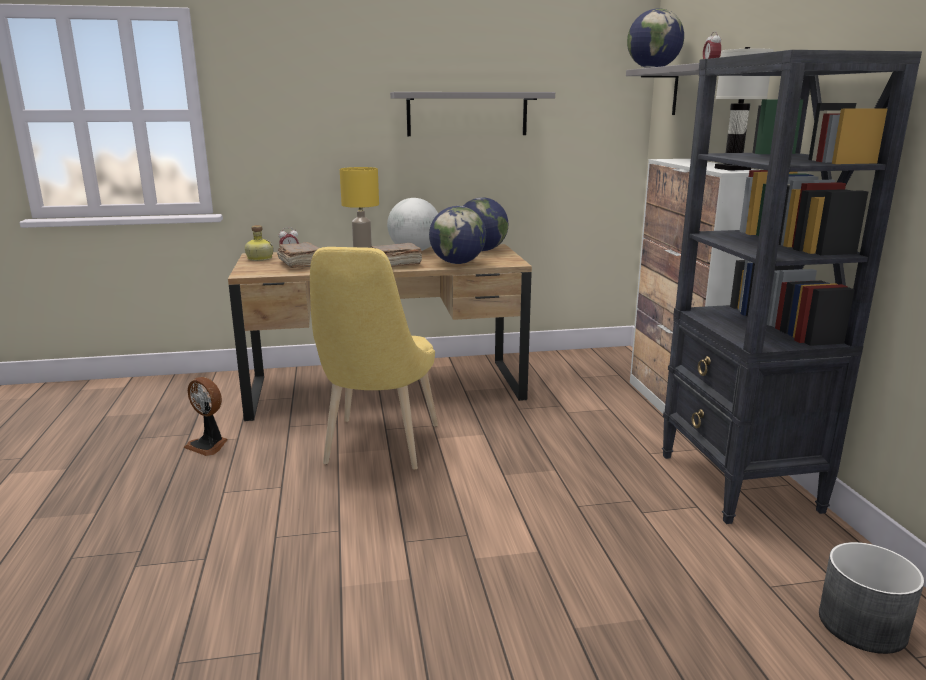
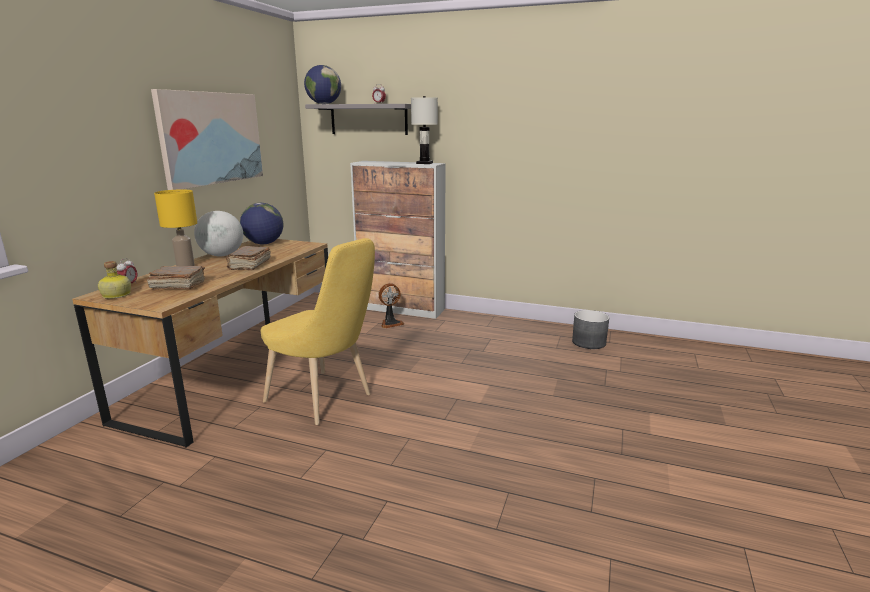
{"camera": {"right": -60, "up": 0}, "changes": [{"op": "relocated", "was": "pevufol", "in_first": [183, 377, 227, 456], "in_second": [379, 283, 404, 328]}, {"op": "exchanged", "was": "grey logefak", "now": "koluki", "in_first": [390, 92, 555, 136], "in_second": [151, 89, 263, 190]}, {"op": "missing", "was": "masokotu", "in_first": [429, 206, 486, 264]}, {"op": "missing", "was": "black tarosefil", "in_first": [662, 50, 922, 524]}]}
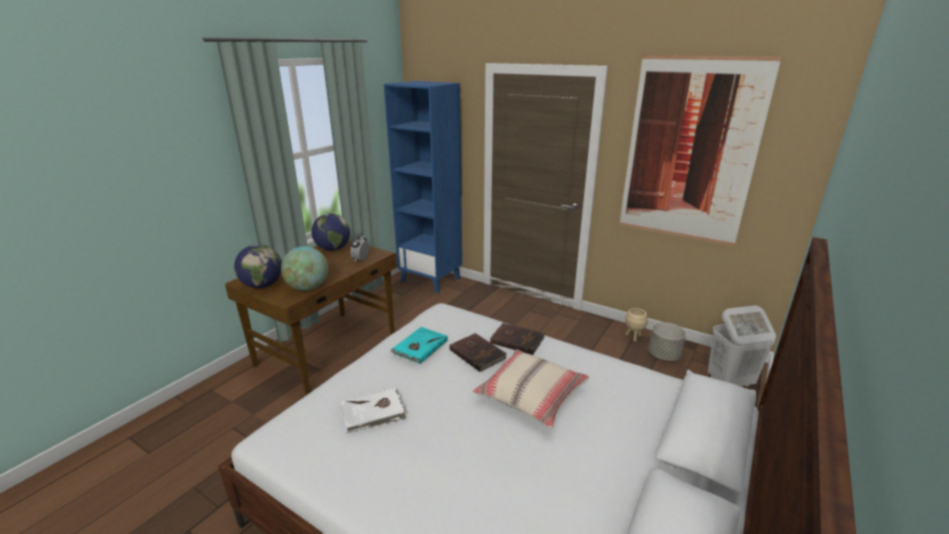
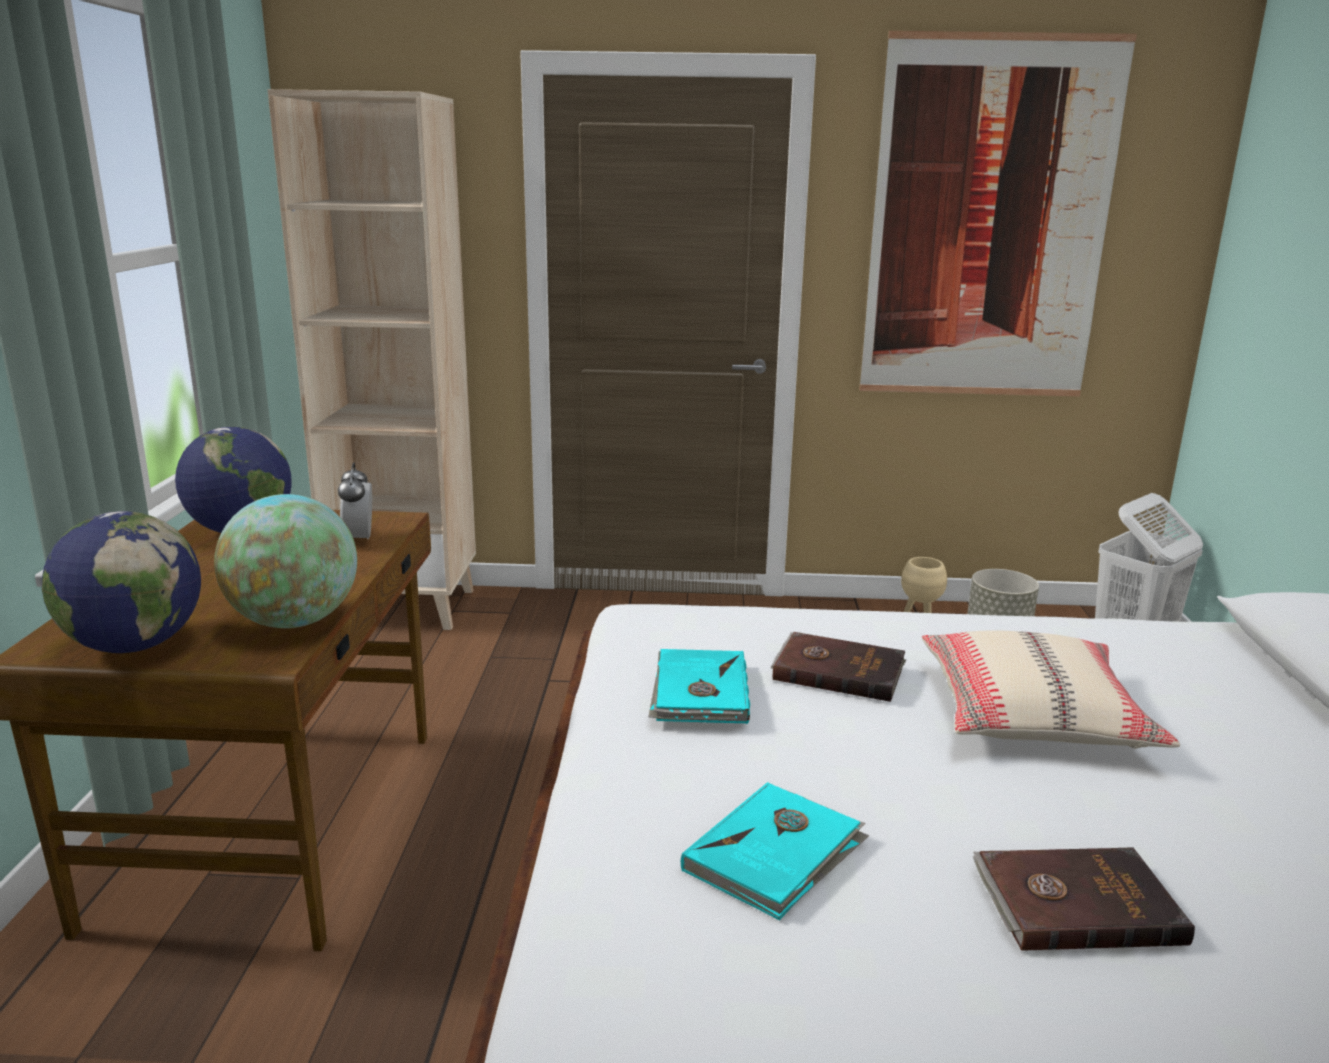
{"camera": {"right": -30, "up": -5}, "changes": [{"op": "colour", "was": "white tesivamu", "now": "turquoise tesivamu", "in_first": [341, 387, 406, 433], "in_second": [681, 782, 869, 920]}, {"op": "colour", "was": "blue tarosefil", "now": "beige tarosefil", "in_first": [384, 81, 462, 293], "in_second": [268, 89, 476, 630]}, {"op": "relocated", "was": "brown tesivamu", "in_first": [490, 323, 545, 355], "in_second": [973, 847, 1195, 951]}]}
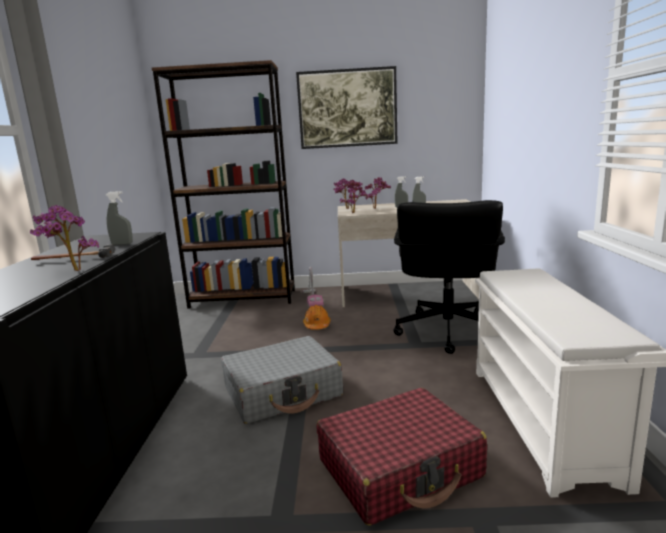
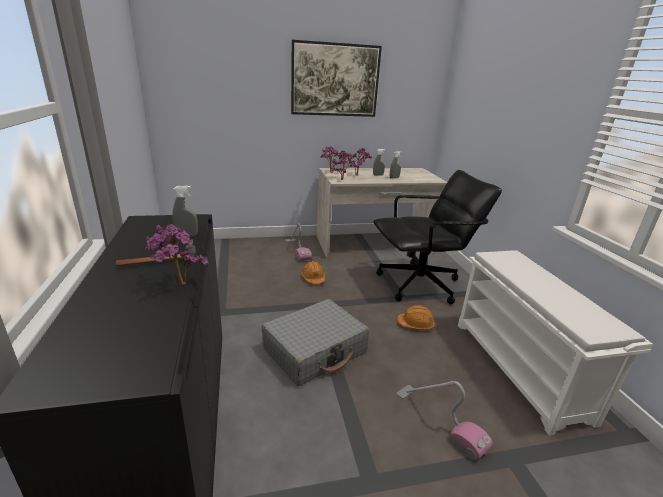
{"camera": {"right": -15, "up": 10}, "changes": [{"op": "missing", "was": "brown tarosefil", "in_first": [151, 60, 295, 309]}, {"op": "exchanged", "was": "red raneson", "now": "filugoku", "in_first": [317, 388, 487, 526], "in_second": [396, 381, 493, 460]}, {"op": "spun", "was": "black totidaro", "in_first": [393, 200, 505, 354], "in_second": [374, 170, 502, 304], "clockwise": -105}, {"op": "appeared", "now": "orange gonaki", "in_second": [397, 305, 435, 330]}]}
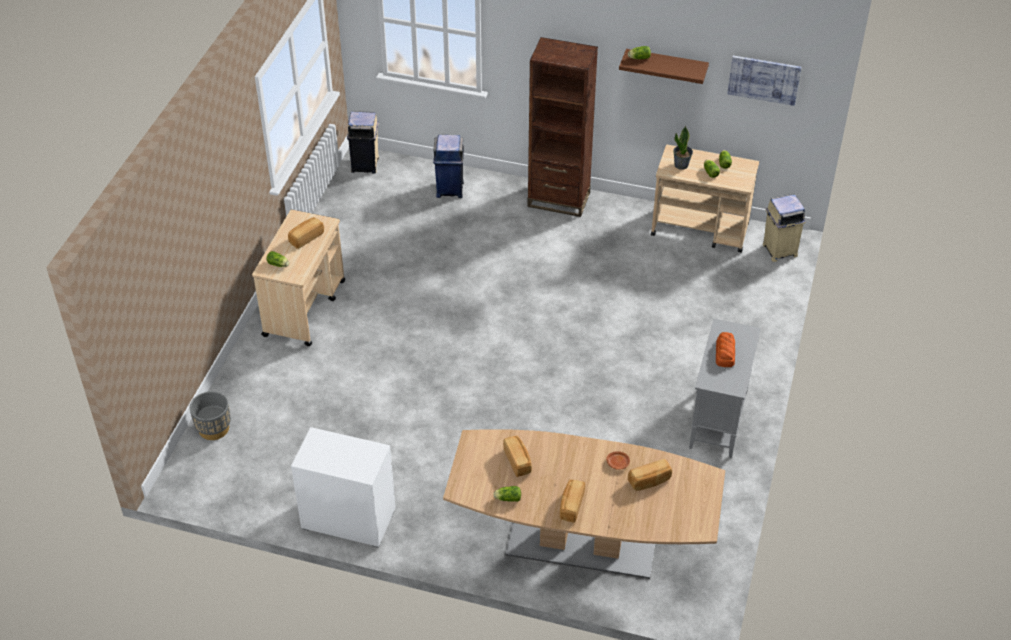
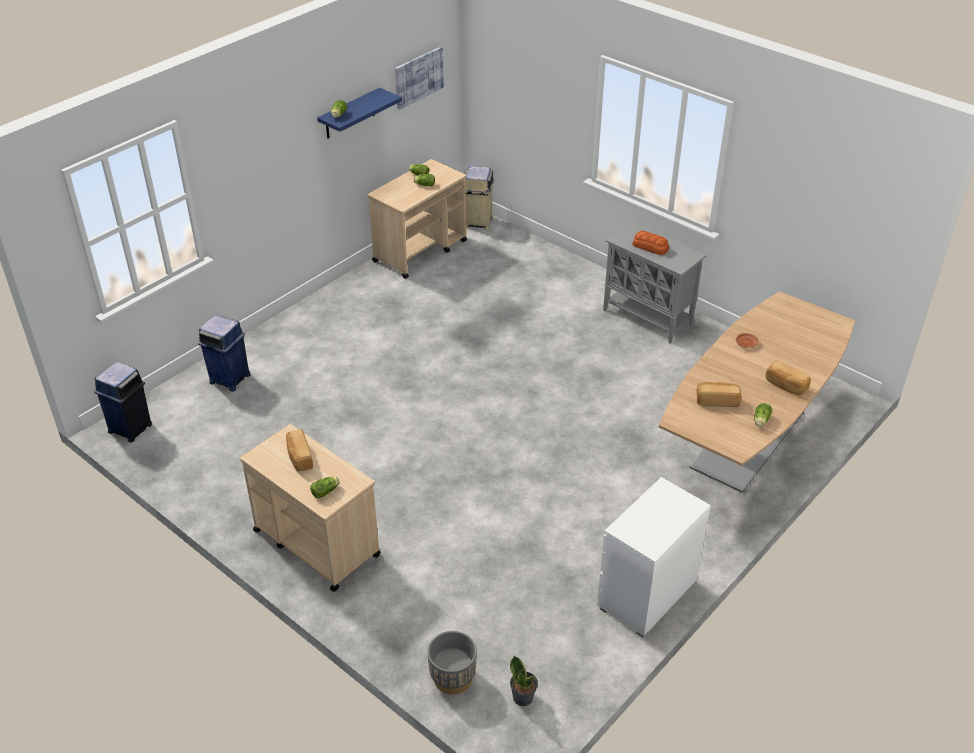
{"camera": {"right": -65, "up": -5}, "changes": [{"op": "colour", "was": "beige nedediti", "now": "blue nedediti", "in_first": [347, 111, 379, 174], "in_second": [94, 362, 152, 442]}, {"op": "missing", "was": "brown tarosefil", "in_first": [527, 37, 598, 217]}, {"op": "colour", "was": "brown logefak", "now": "blue logefak", "in_first": [619, 49, 709, 84], "in_second": [317, 88, 402, 139]}, {"op": "missing", "was": "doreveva", "in_first": [628, 459, 672, 491]}, {"op": "relocated", "was": "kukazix", "in_first": [673, 126, 693, 170], "in_second": [510, 656, 538, 706]}]}
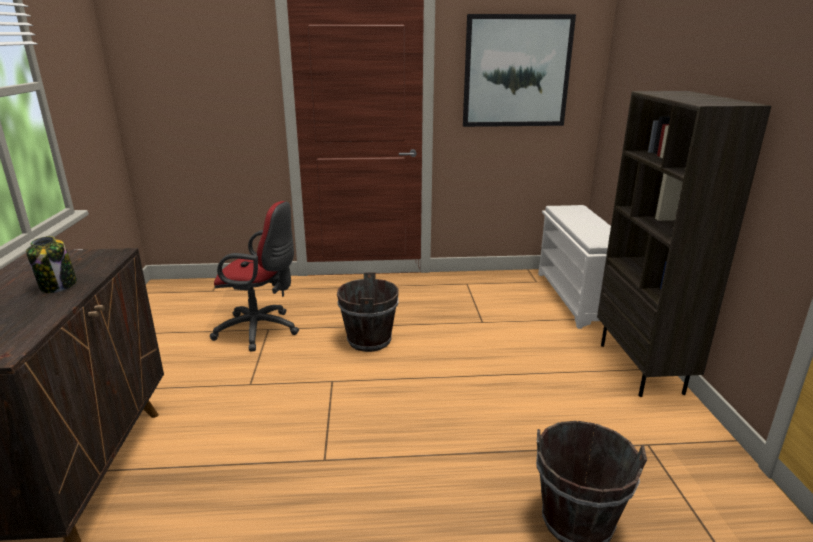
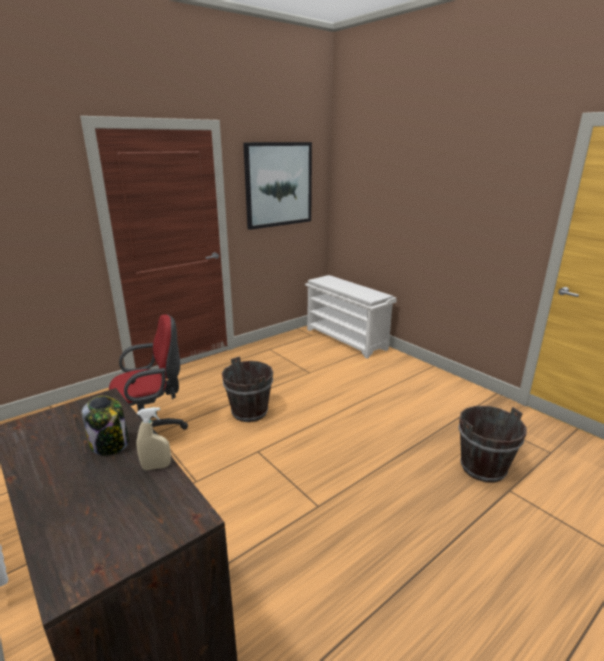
{"camera": {"right": -35, "up": 0}, "changes": [{"op": "missing", "was": "brown tarosefil", "in_first": [597, 91, 771, 397]}, {"op": "appeared", "now": "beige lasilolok", "in_second": [137, 407, 171, 470]}]}
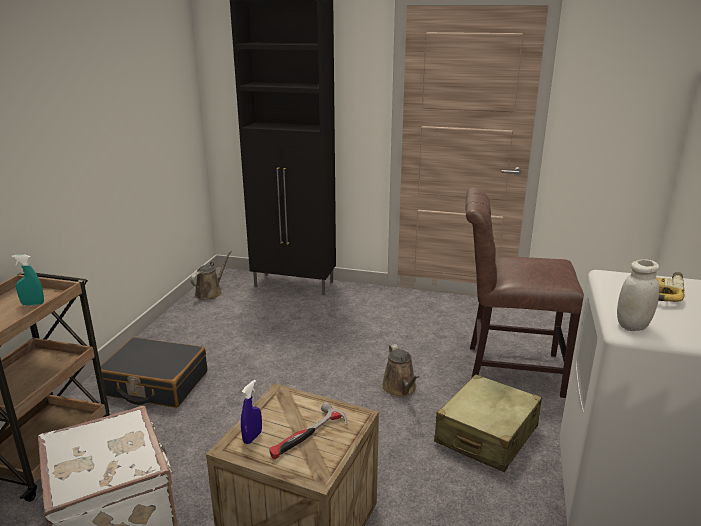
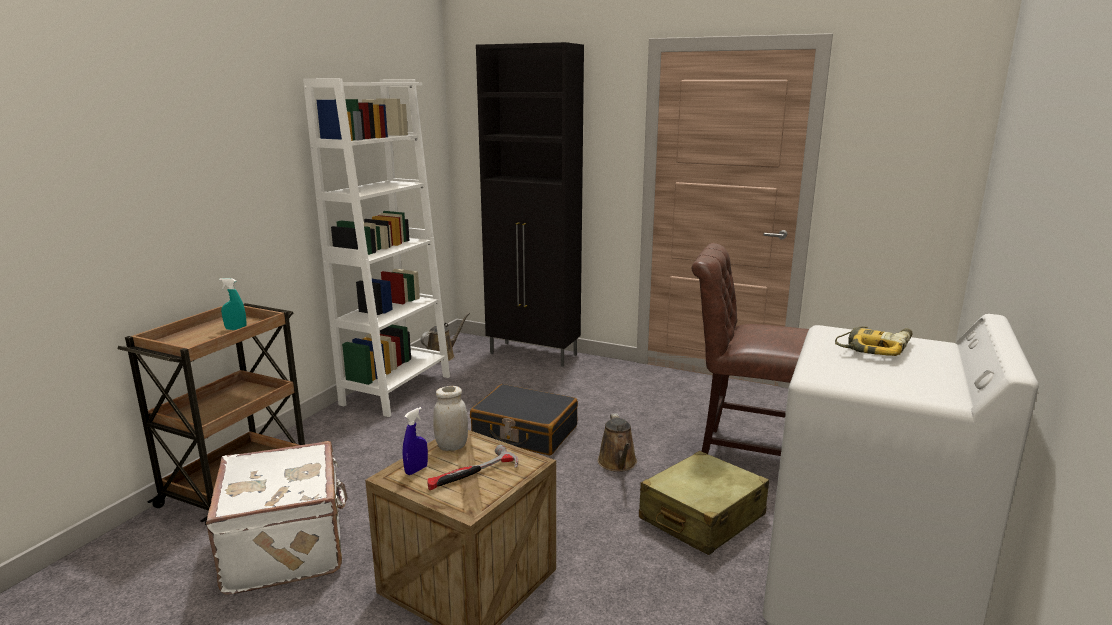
{"camera": {"right": 10, "up": -5}, "changes": [{"op": "relocated", "was": "black raneson", "in_first": [100, 337, 207, 408], "in_second": [470, 384, 578, 455]}, {"op": "relocated", "was": "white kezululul", "in_first": [617, 259, 660, 331], "in_second": [433, 386, 468, 451]}, {"op": "appeared", "now": "white tarosefil", "in_second": [303, 78, 450, 417]}]}
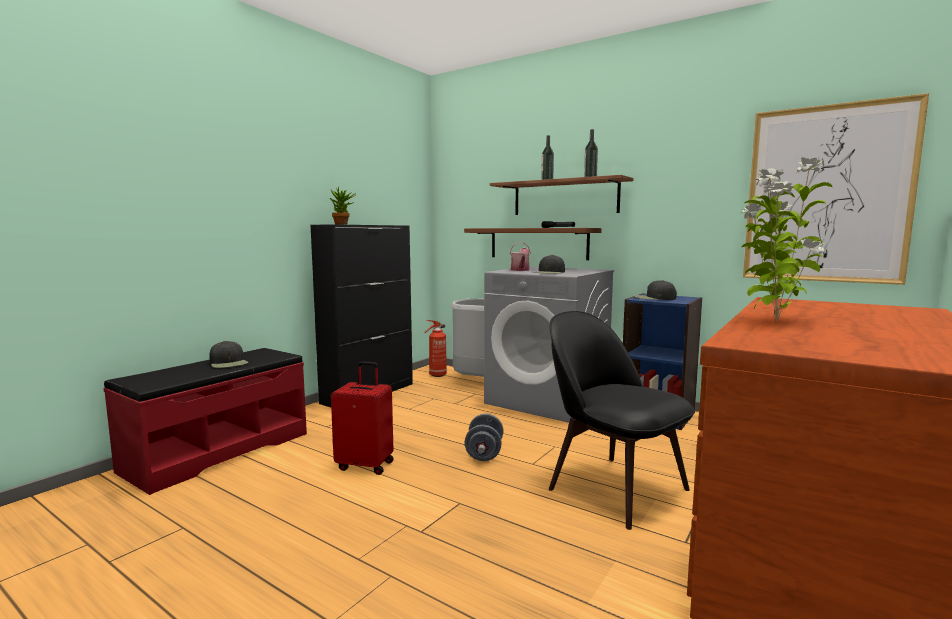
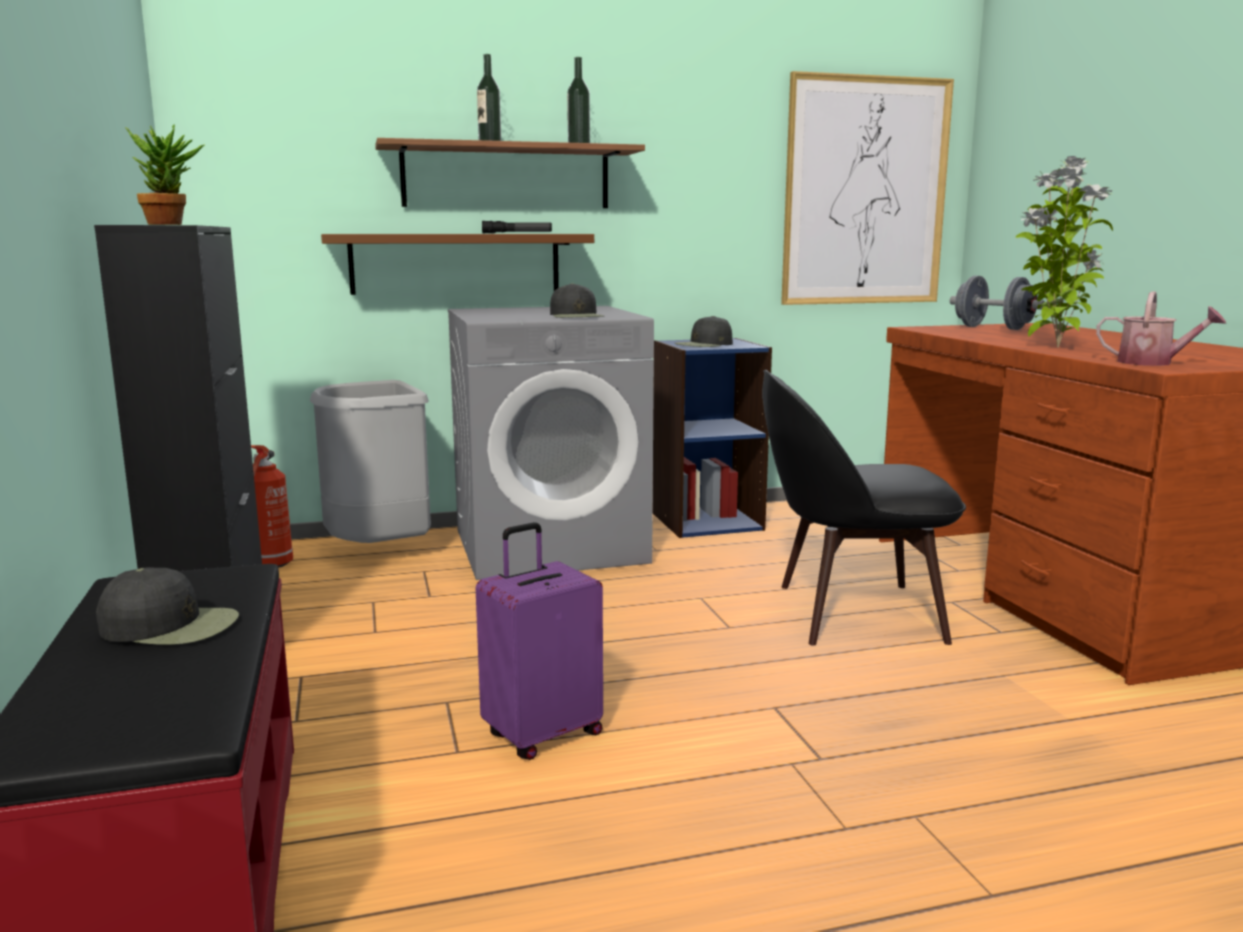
{"camera": {"right": -50, "up": 5}, "changes": [{"op": "colour", "was": "red raneson", "now": "purple raneson", "in_first": [331, 361, 394, 475], "in_second": [476, 522, 603, 760]}, {"op": "relocated", "was": "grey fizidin", "in_first": [465, 413, 503, 461], "in_second": [950, 276, 1045, 330]}, {"op": "relocated", "was": "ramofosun", "in_first": [510, 242, 531, 271], "in_second": [1096, 292, 1226, 366]}]}
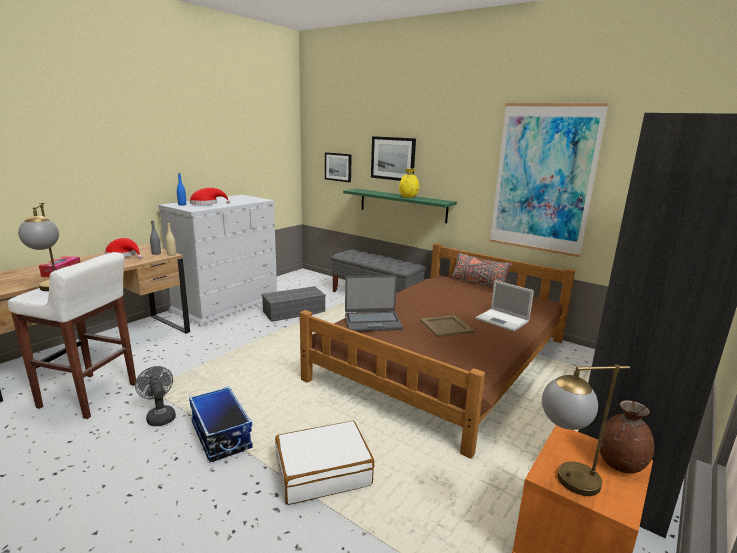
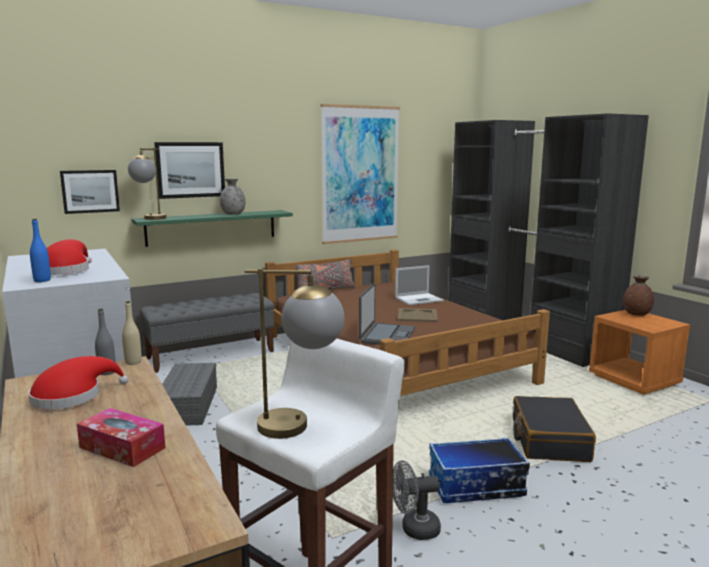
{"camera": {"right": -65, "up": -5}, "changes": [{"op": "colour", "was": "white raneson", "now": "black raneson", "in_first": [275, 420, 374, 505], "in_second": [513, 396, 596, 462]}, {"op": "colour", "was": "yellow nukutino", "now": "grey nukutino", "in_first": [399, 168, 419, 198], "in_second": [220, 179, 245, 215]}, {"op": "relocated", "was": "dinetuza", "in_first": [542, 364, 630, 496], "in_second": [128, 148, 166, 220]}]}
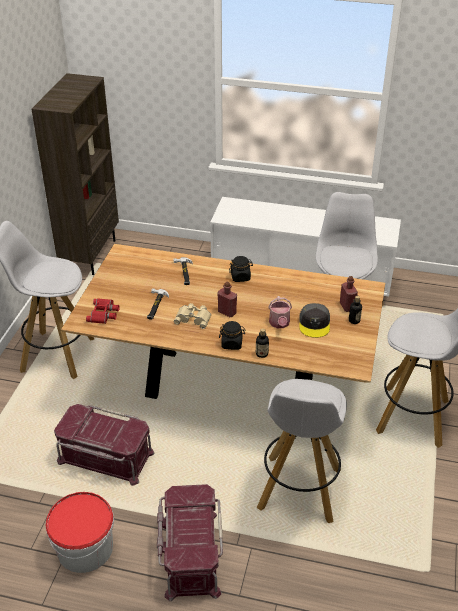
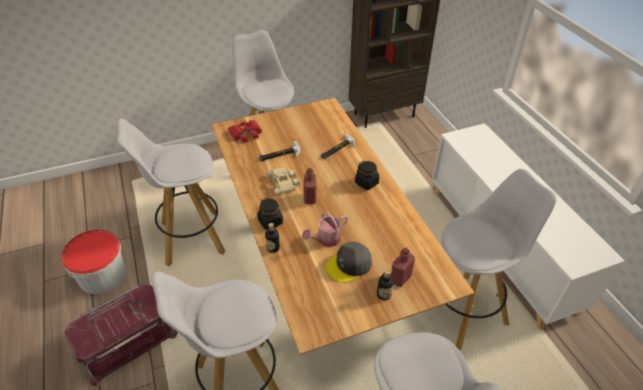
{"camera": {"right": 55, "up": 5}, "changes": [{"op": "exchanged", "was": "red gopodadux", "now": "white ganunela", "in_first": [54, 404, 154, 486], "in_second": [117, 119, 225, 267]}]}
